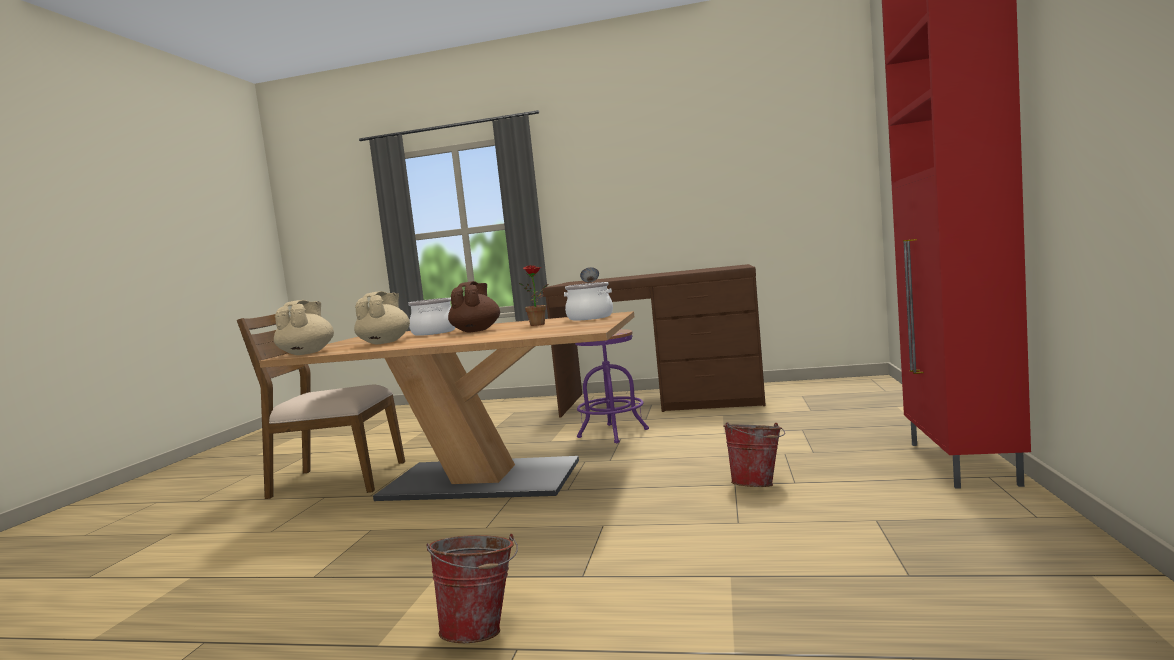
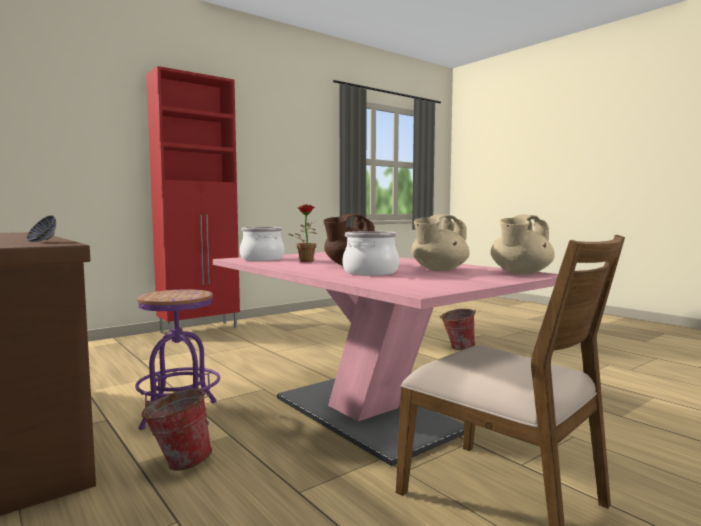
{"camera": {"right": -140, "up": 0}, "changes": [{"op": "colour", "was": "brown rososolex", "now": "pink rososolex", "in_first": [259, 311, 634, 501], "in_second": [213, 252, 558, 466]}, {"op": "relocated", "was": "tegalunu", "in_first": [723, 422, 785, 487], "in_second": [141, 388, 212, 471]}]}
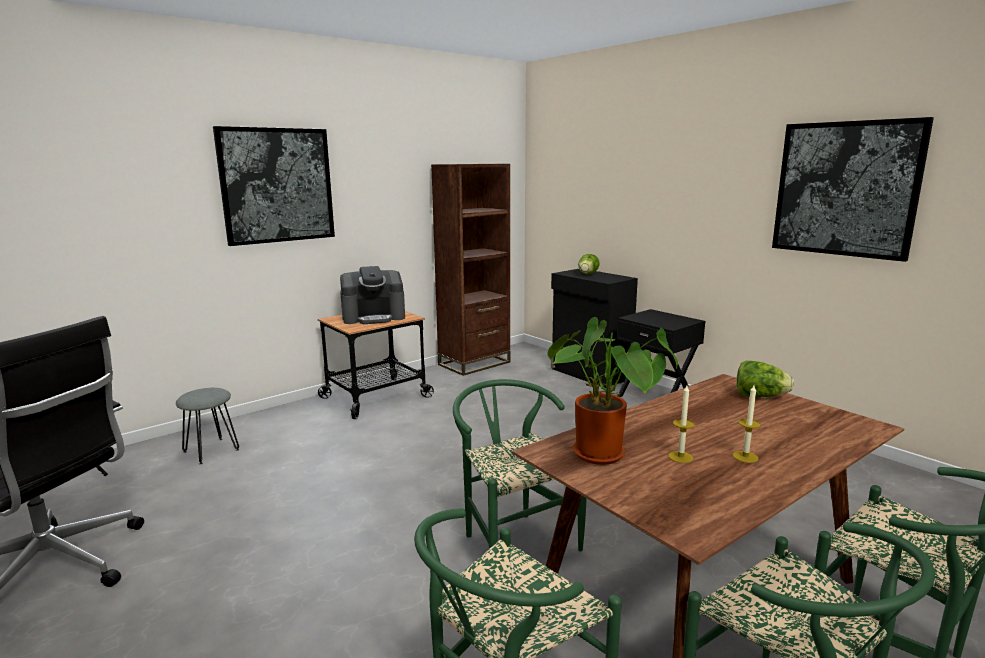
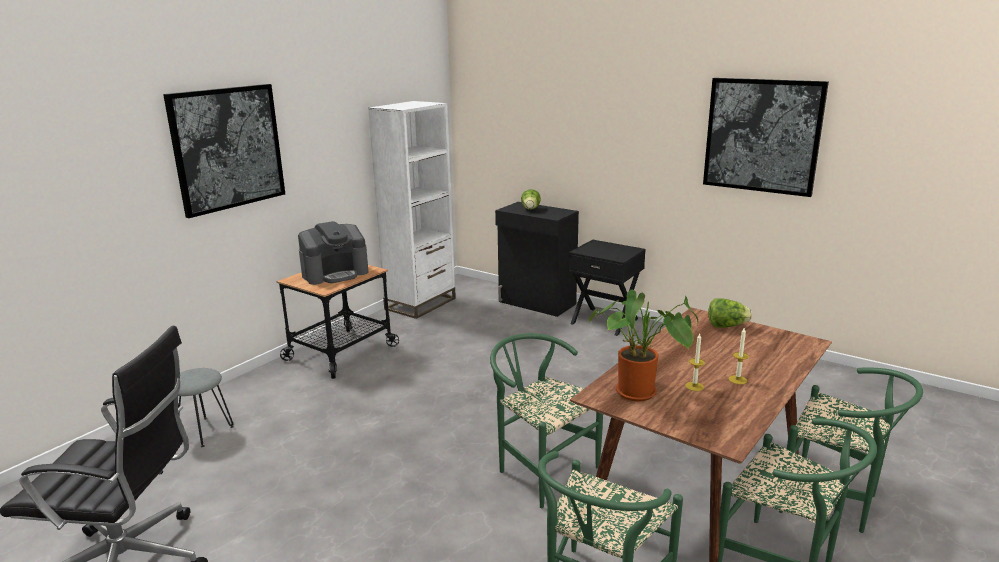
{"camera": {"right": -15, "up": 5}, "changes": [{"op": "colour", "was": "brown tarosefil", "now": "white tarosefil", "in_first": [431, 164, 511, 376], "in_second": [368, 101, 456, 319]}]}
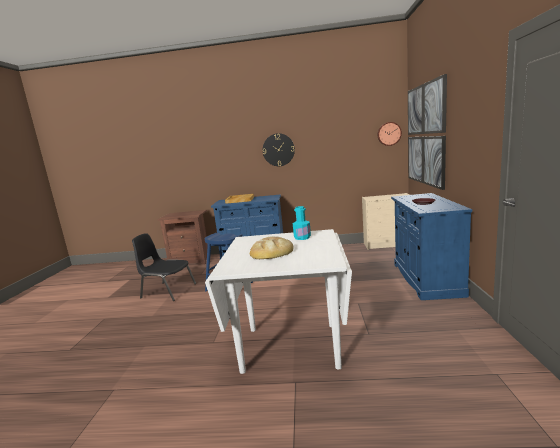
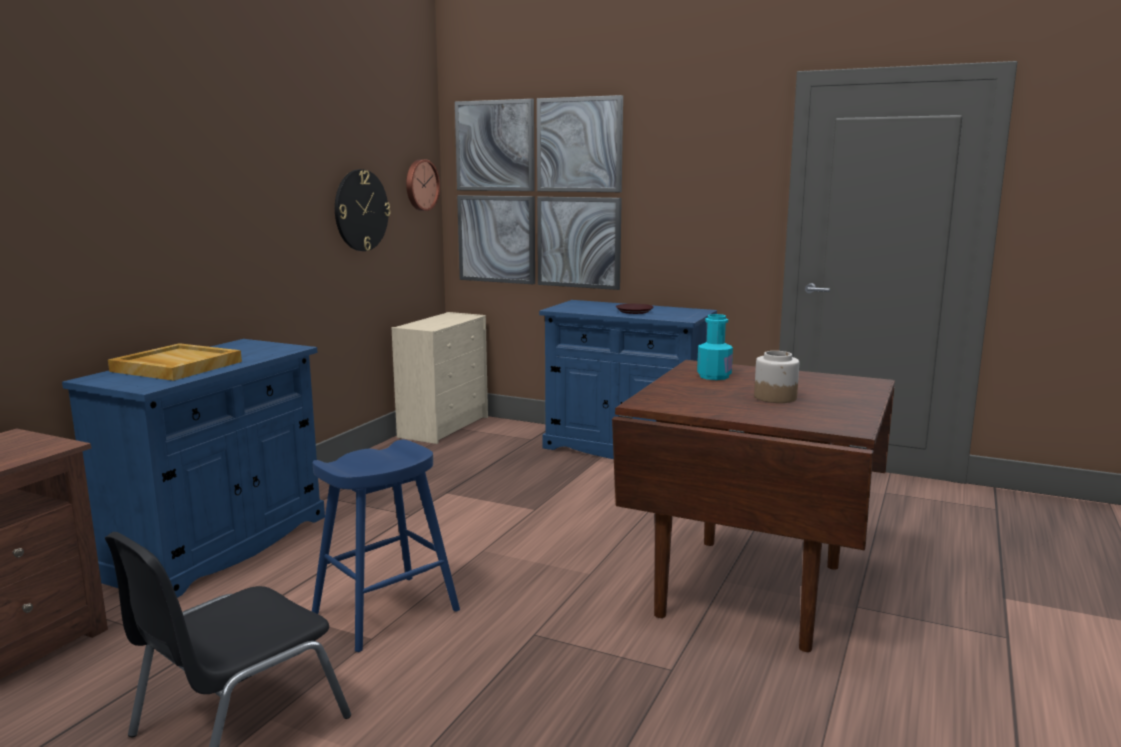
{"camera": {"right": -70, "up": 0}, "changes": [{"op": "colour", "was": "white rososolex", "now": "brown rososolex", "in_first": [205, 229, 352, 374], "in_second": [612, 360, 895, 652]}, {"op": "exchanged", "was": "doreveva", "now": "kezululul", "in_first": [250, 236, 294, 259], "in_second": [754, 351, 799, 403]}, {"op": "relocated", "was": "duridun", "in_first": [263, 133, 295, 166], "in_second": [335, 169, 390, 251]}]}
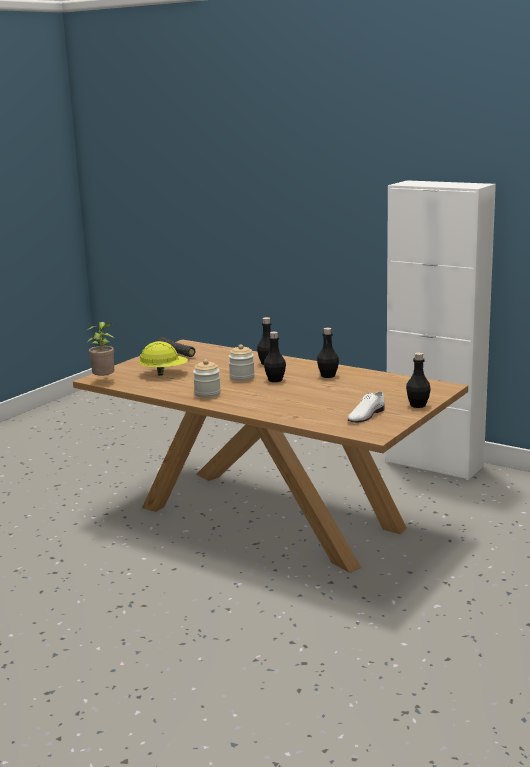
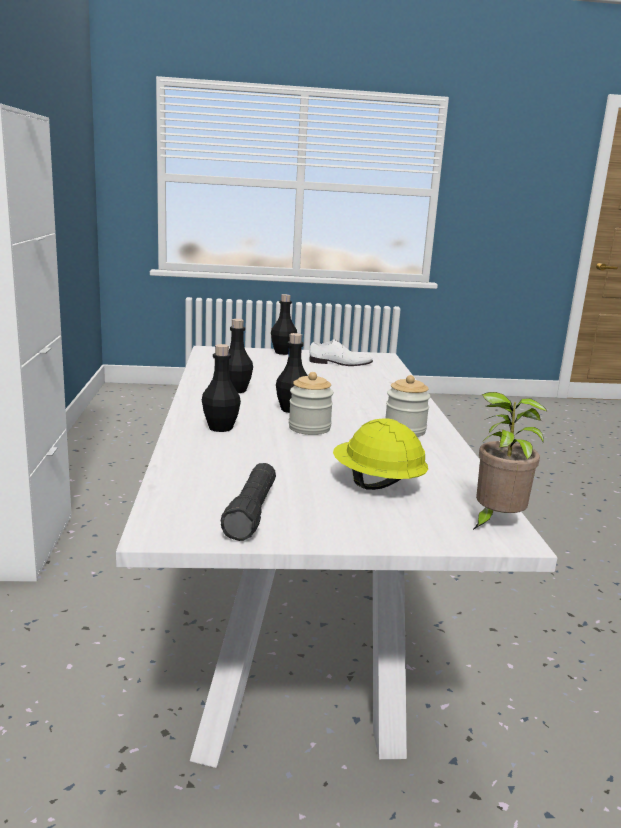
{"camera": {"right": -130, "up": 0}, "changes": [{"op": "colour", "was": "brown rososolex", "now": "white rososolex", "in_first": [73, 340, 468, 573], "in_second": [116, 346, 557, 768]}]}
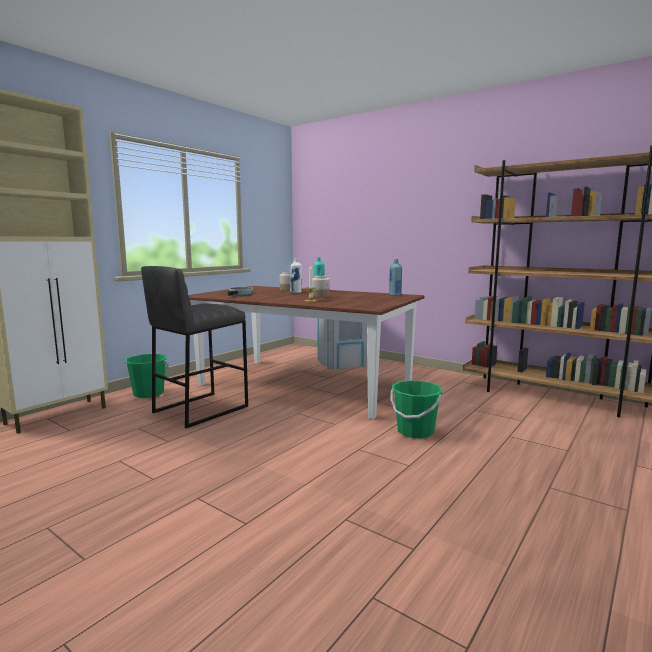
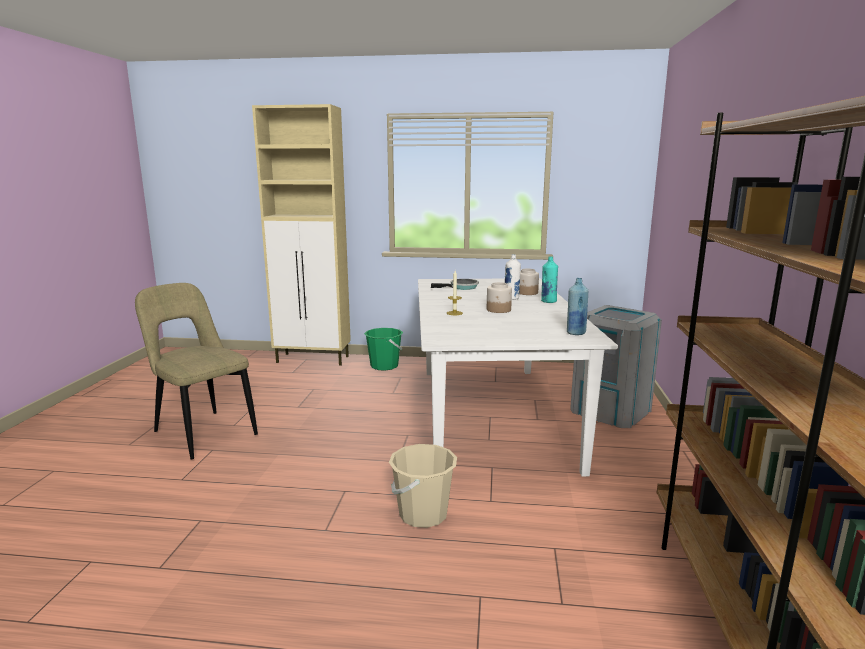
{"camera": {"right": 60, "up": 5}, "changes": [{"op": "missing", "was": "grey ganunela", "in_first": [141, 266, 248, 428]}, {"op": "colour", "was": "brown rososolex", "now": "white rososolex", "in_first": [189, 286, 424, 419], "in_second": [418, 278, 618, 477]}, {"op": "colour", "was": "green tegalunu", "now": "beige tegalunu", "in_first": [390, 381, 443, 438], "in_second": [389, 444, 457, 528]}, {"op": "appeared", "now": "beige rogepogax", "in_second": [135, 283, 258, 459]}]}
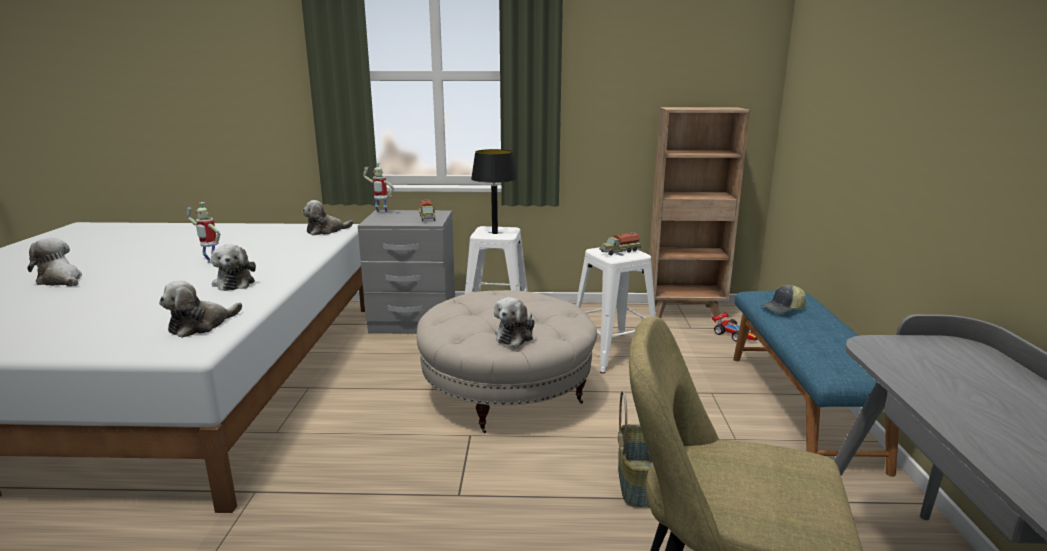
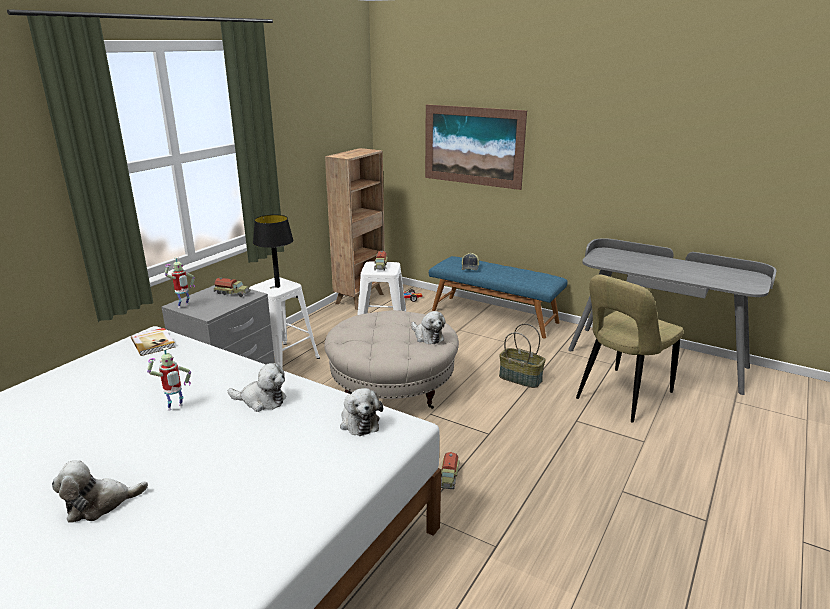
{"camera": {"right": -60, "up": 5}, "changes": [{"op": "exchanged", "was": "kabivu", "now": "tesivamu", "in_first": [302, 200, 353, 236], "in_second": [131, 328, 175, 356]}, {"op": "appeared", "now": "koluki", "in_second": [425, 105, 527, 190]}, {"op": "appeared", "now": "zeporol", "in_second": [441, 452, 460, 489]}]}
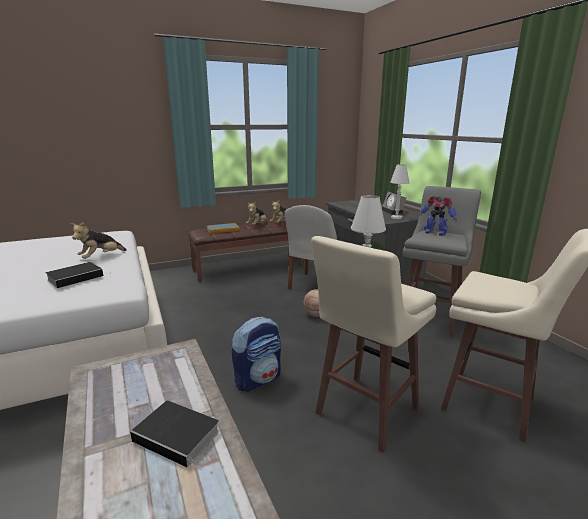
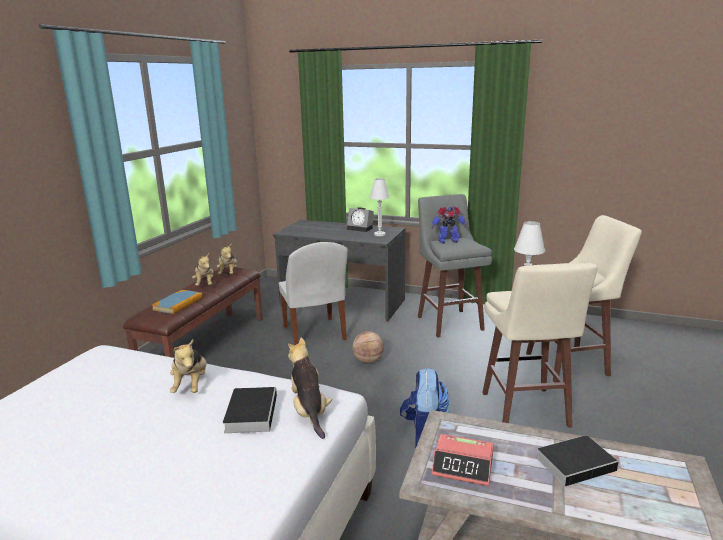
{"camera": {"right": -45, "up": 0}, "changes": [{"op": "appeared", "now": "kabivu", "in_second": [288, 338, 332, 439]}, {"op": "appeared", "now": "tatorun", "in_second": [432, 434, 494, 486]}]}
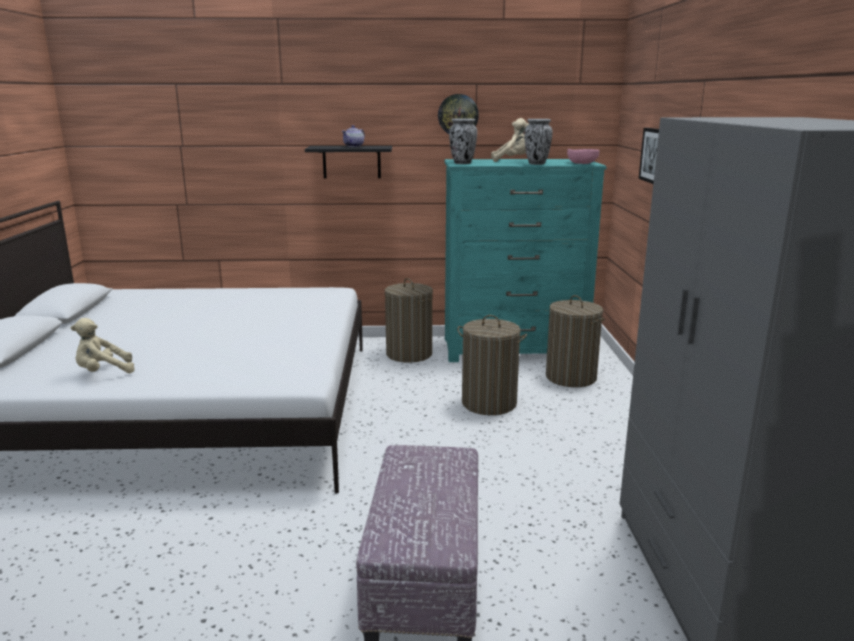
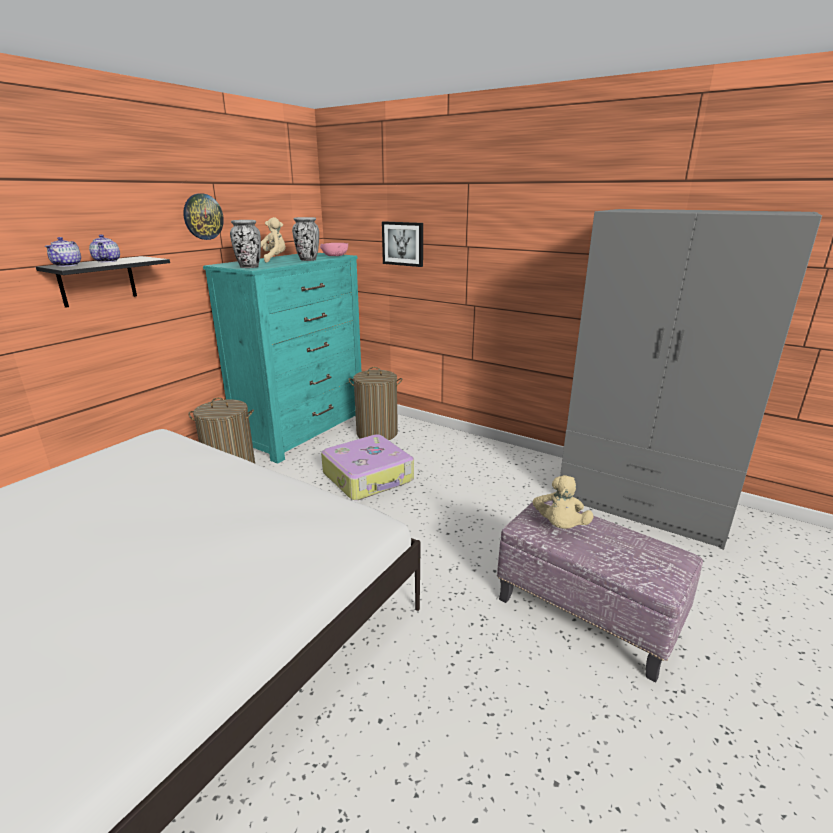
{"camera": {"right": -55, "up": 5}, "changes": [{"op": "relocated", "was": "beige kabivu", "in_first": [71, 318, 135, 373], "in_second": [533, 475, 593, 529]}, {"op": "exchanged", "was": "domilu", "now": "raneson", "in_first": [457, 315, 527, 415], "in_second": [321, 434, 414, 500]}, {"op": "appeared", "now": "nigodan", "in_second": [45, 237, 81, 267]}]}
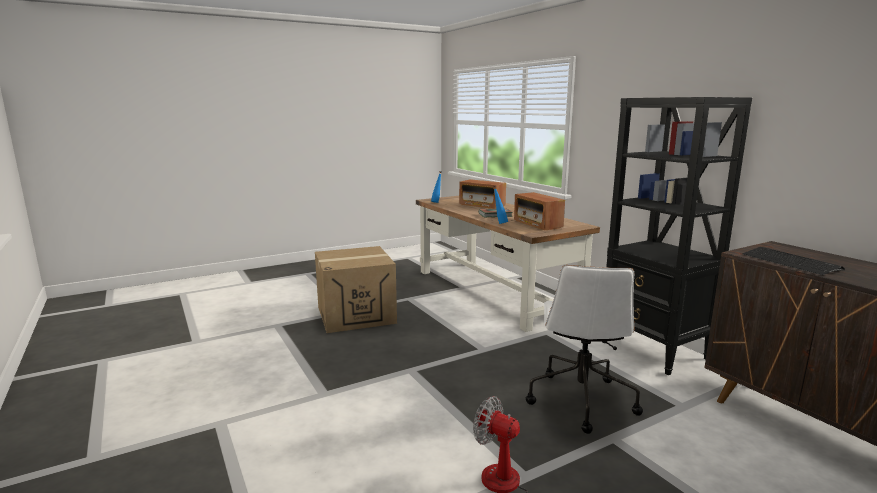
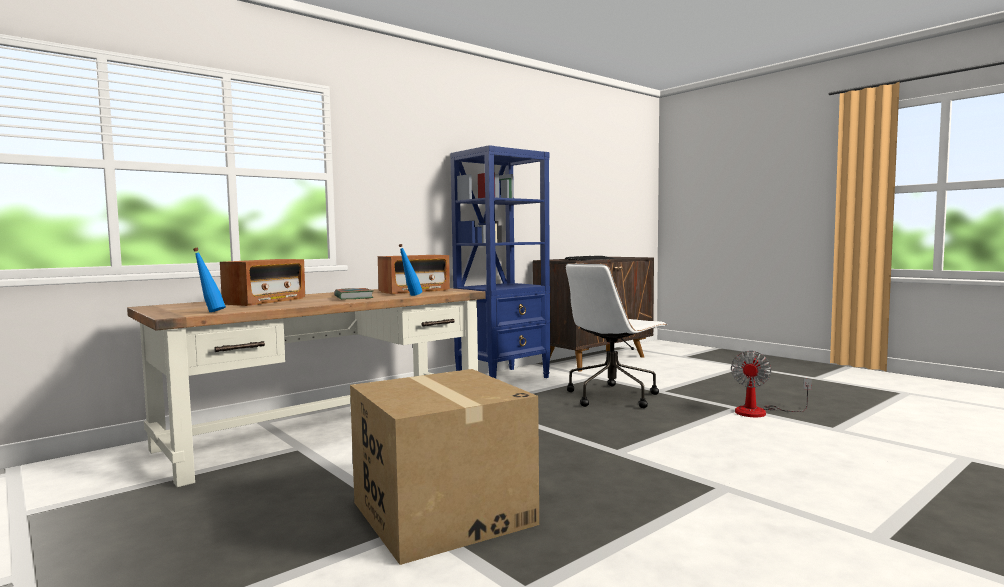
{"camera": {"right": -100, "up": -10}, "changes": [{"op": "spun", "was": "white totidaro", "in_first": [526, 265, 643, 434], "in_second": [566, 263, 667, 408], "clockwise": 135}, {"op": "colour", "was": "black tarosefil", "now": "blue tarosefil", "in_first": [602, 97, 752, 375], "in_second": [450, 145, 551, 379]}]}
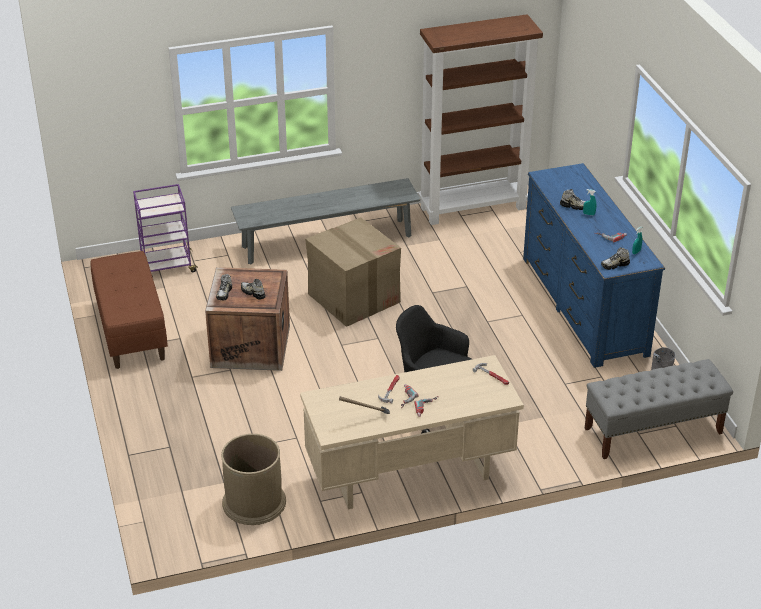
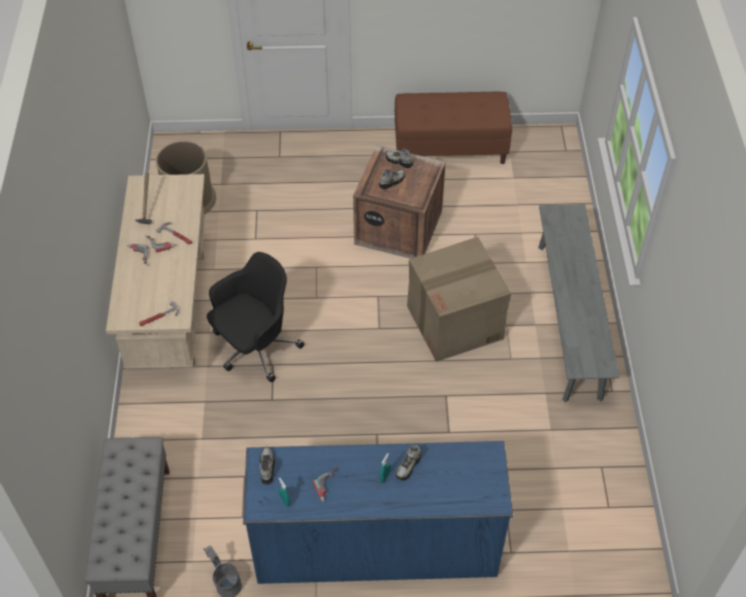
{"camera": {"right": 105, "up": 15}, "changes": [{"op": "missing", "was": "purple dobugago", "in_first": [133, 184, 198, 277]}, {"op": "missing", "was": "brown tarosefil", "in_first": [419, 14, 543, 225]}]}
